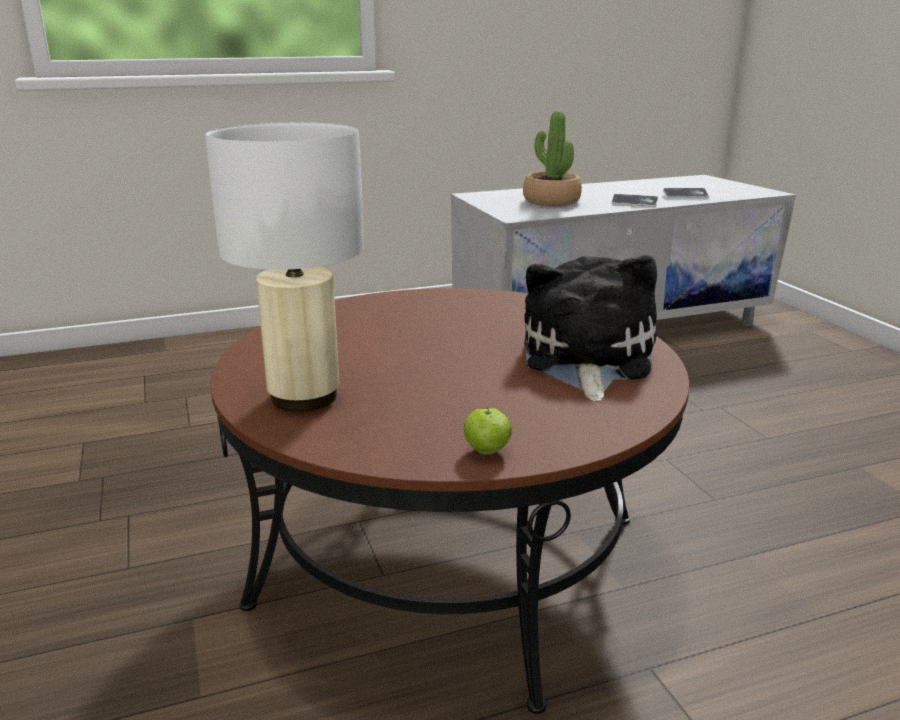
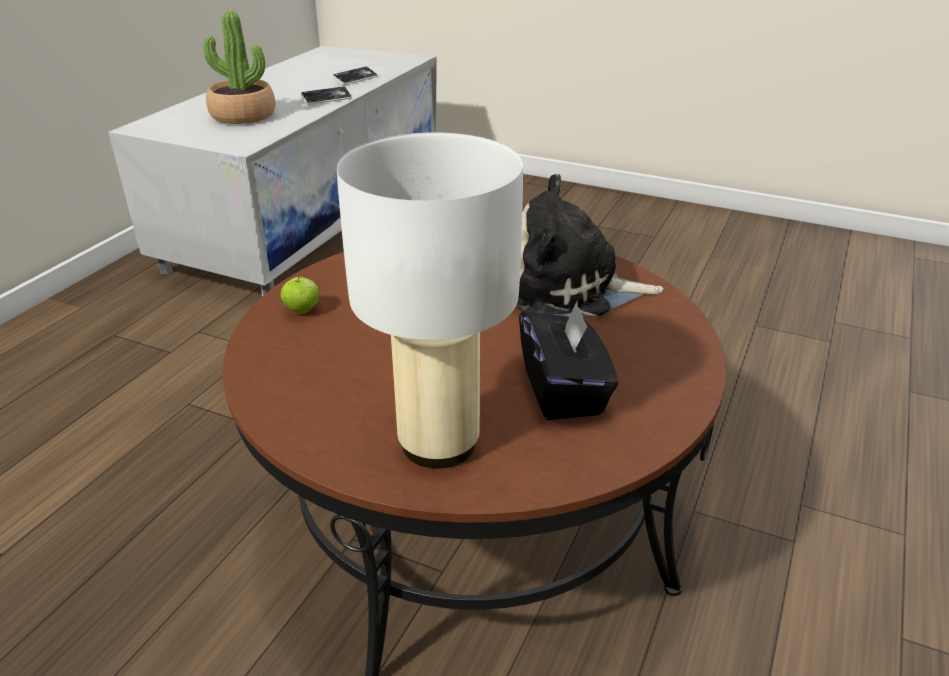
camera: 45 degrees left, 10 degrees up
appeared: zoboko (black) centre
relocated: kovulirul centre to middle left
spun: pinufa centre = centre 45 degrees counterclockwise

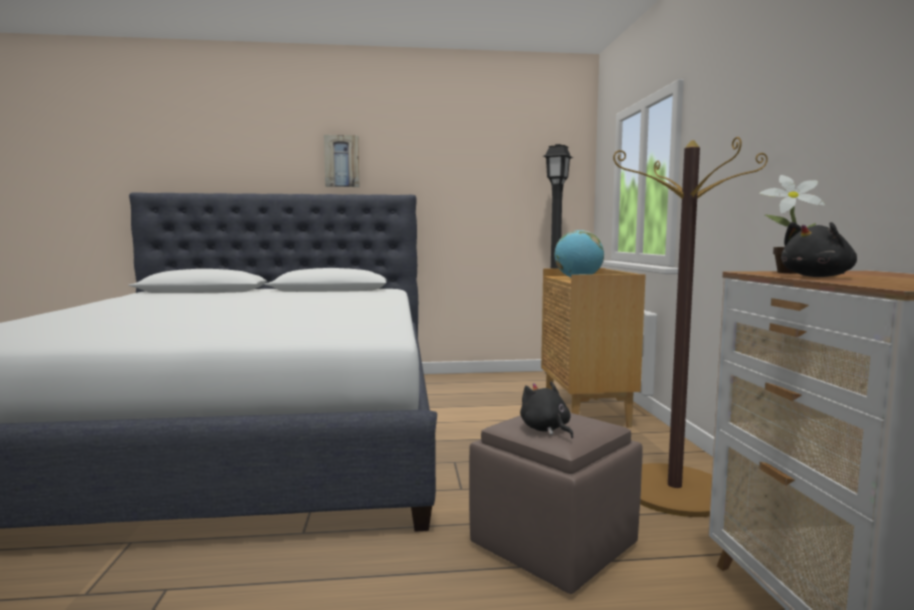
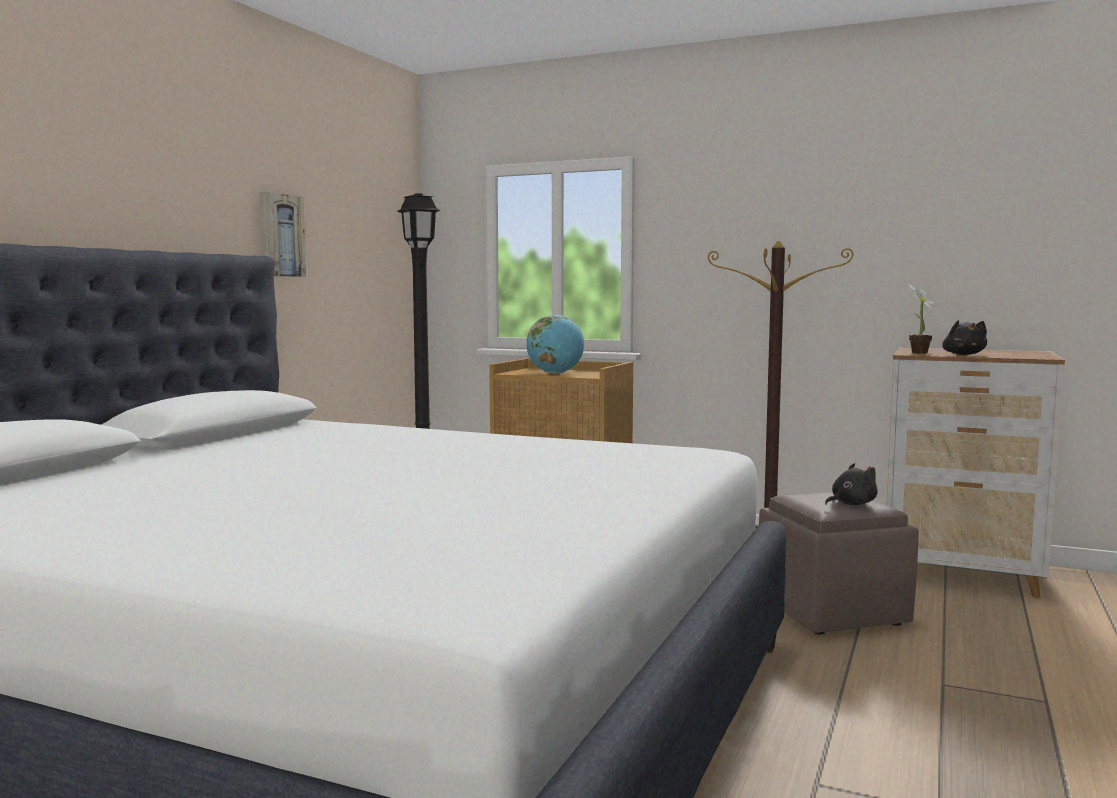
camera: 60 degrees left, 0 degrees up
relocated: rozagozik top centre to top left
spun: pinufa (black) (no. 1 from left) bottom centre = middle right 150 degrees clockwise

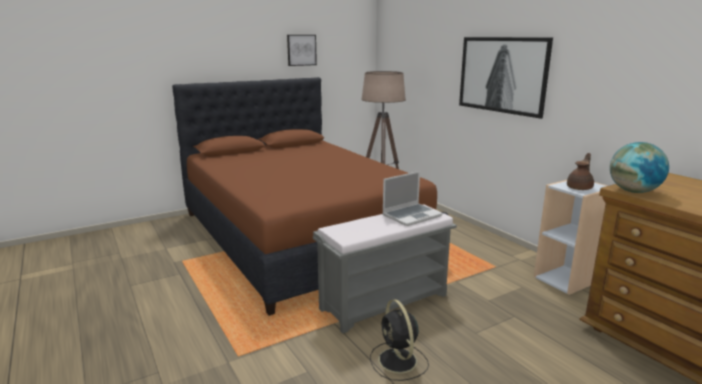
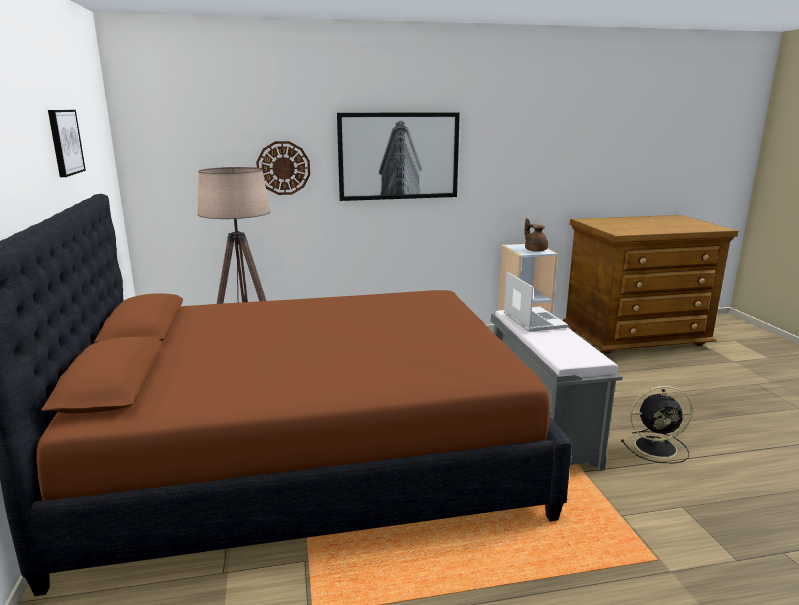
camera: 70 degrees left, 0 degrees up
missing: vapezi middle right
appeared: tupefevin top centre

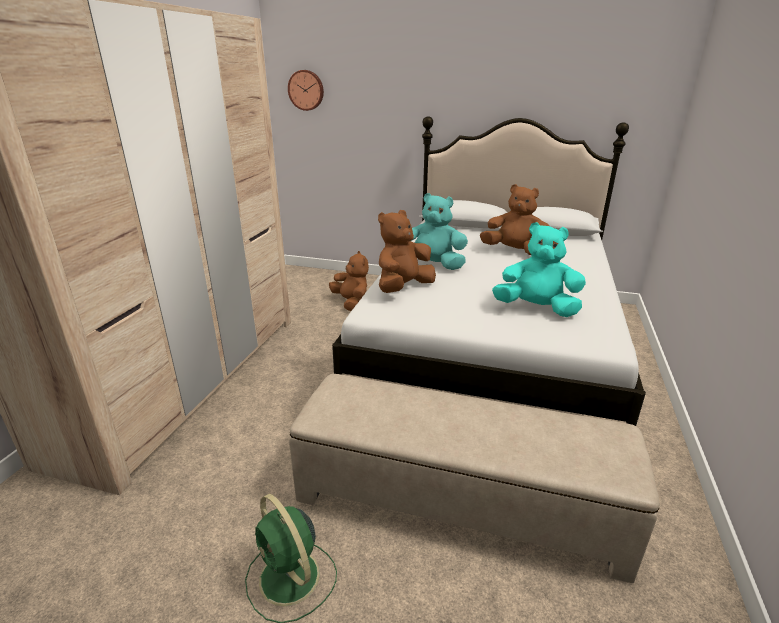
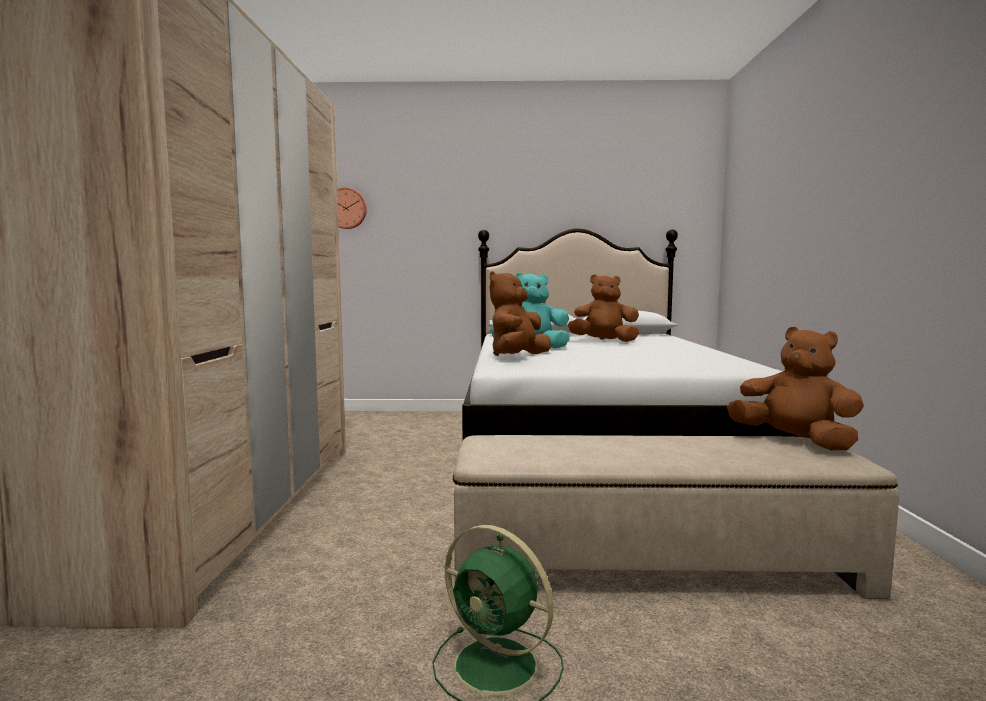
camera: 15 degrees left, 20 degrees down
missing: pinufa (turquoise) (no. 2 from left) middle right
relocated: pinufa (brown) (no. 1 from left in the first image) centre to pinufa (brown) (no. 3 from left) middle right

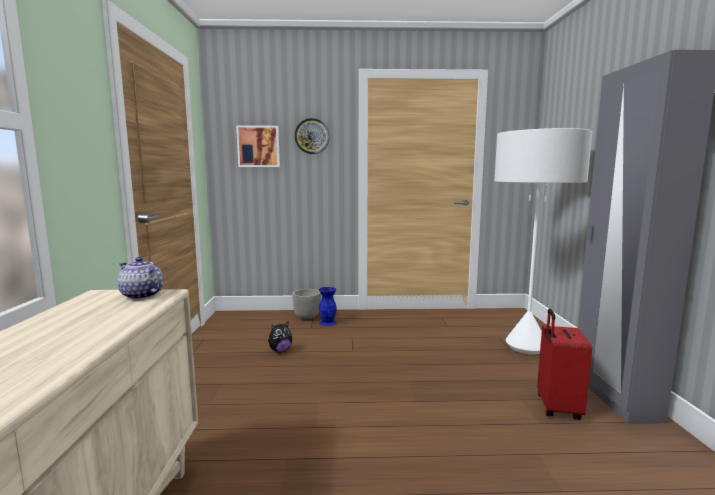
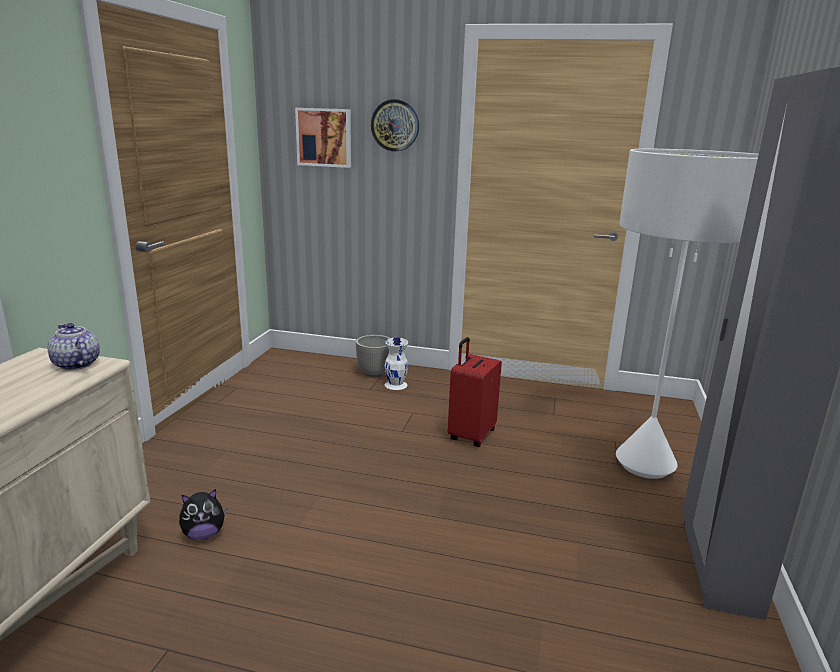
camera: 15 degrees right, 10 degrees up
relocated: pinufa bottom centre to bottom left; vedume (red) bottom right to centre
colour: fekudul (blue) centre to fekudul (white) centre

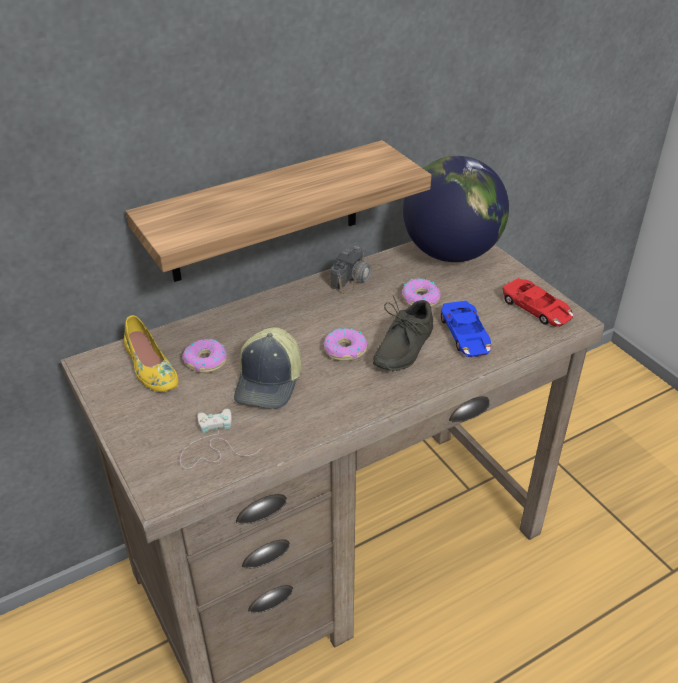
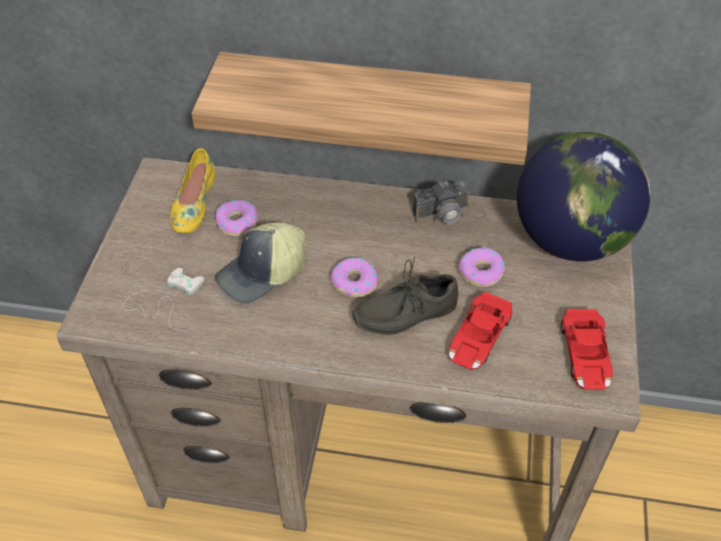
camera: 40 degrees right, 10 degrees up
colour: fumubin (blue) middle right to fumubin (red) (no. 1 from left) middle right

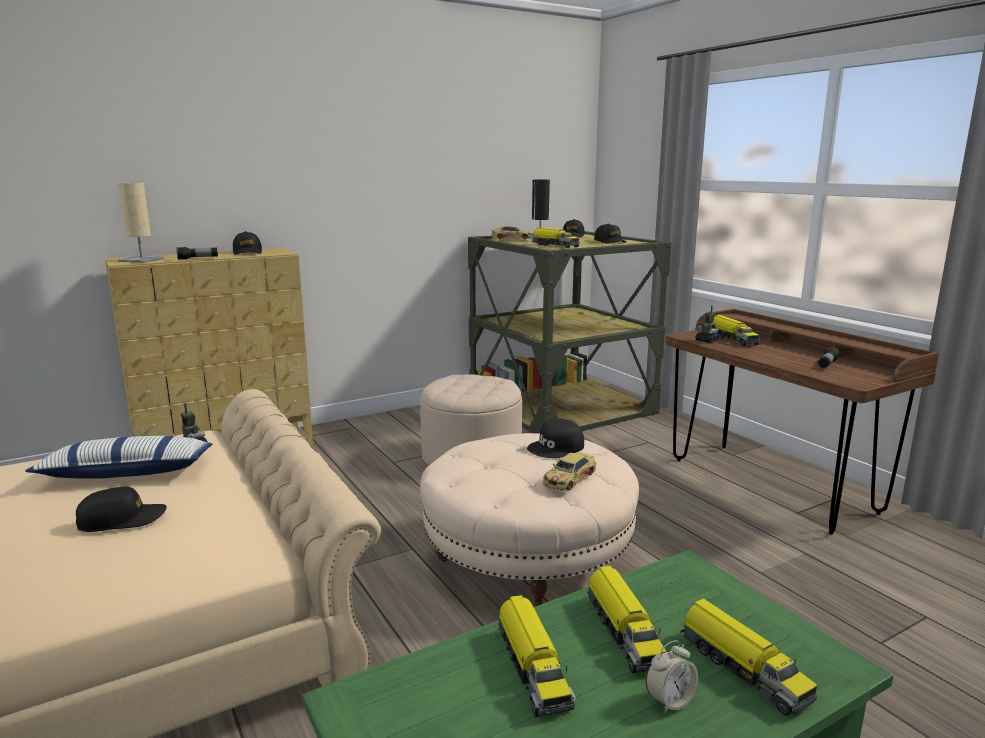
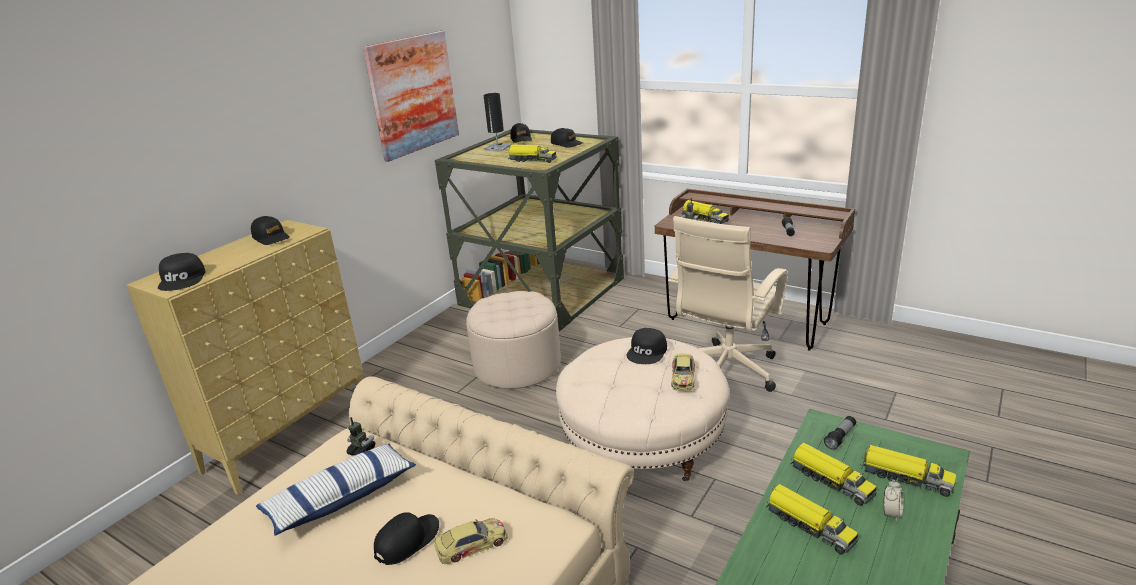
camera: 25 degrees left, 10 degrees up
appeared: rozagozik top centre; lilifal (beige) centre
relocated: fumubin (no. 1 from left) top centre to bottom centre; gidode (no. 1 from left in the first image) middle left to gidode (no. 2 from left) bottom right
exchanged: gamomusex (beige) top left to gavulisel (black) (no. 1 from left) middle left

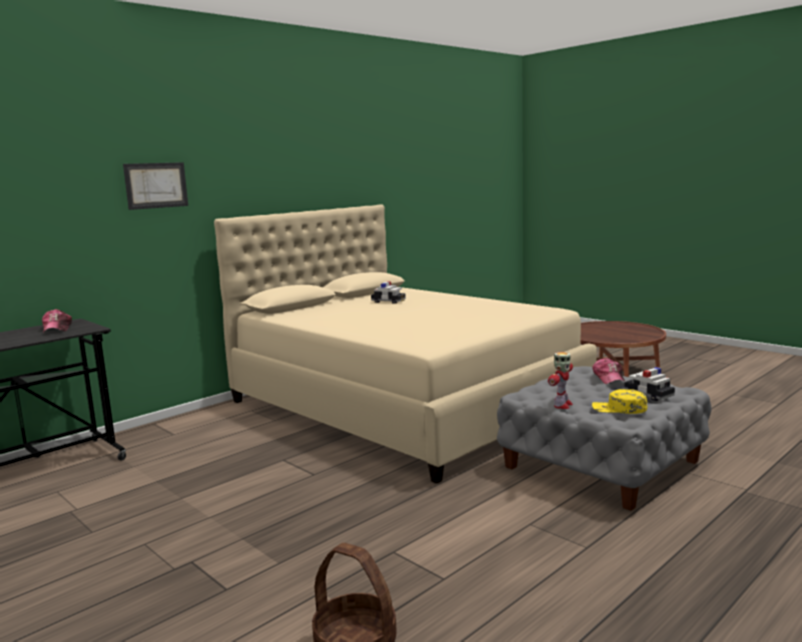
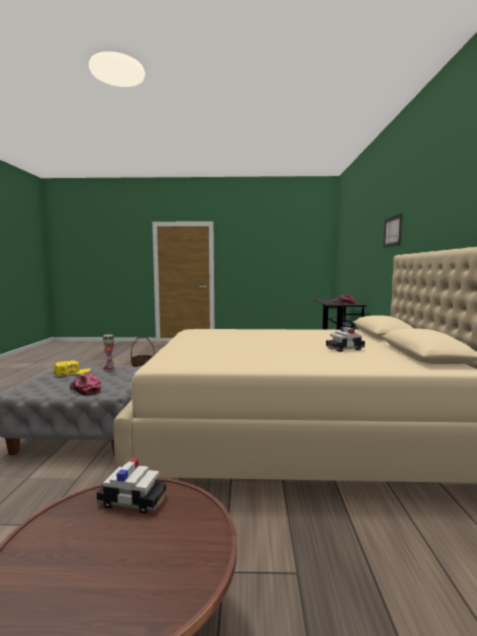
camera: 135 degrees right, 5 degrees down
relocated: fumubin (no. 2 from left in the first image) middle right to fumubin (no. 1 from left) bottom left

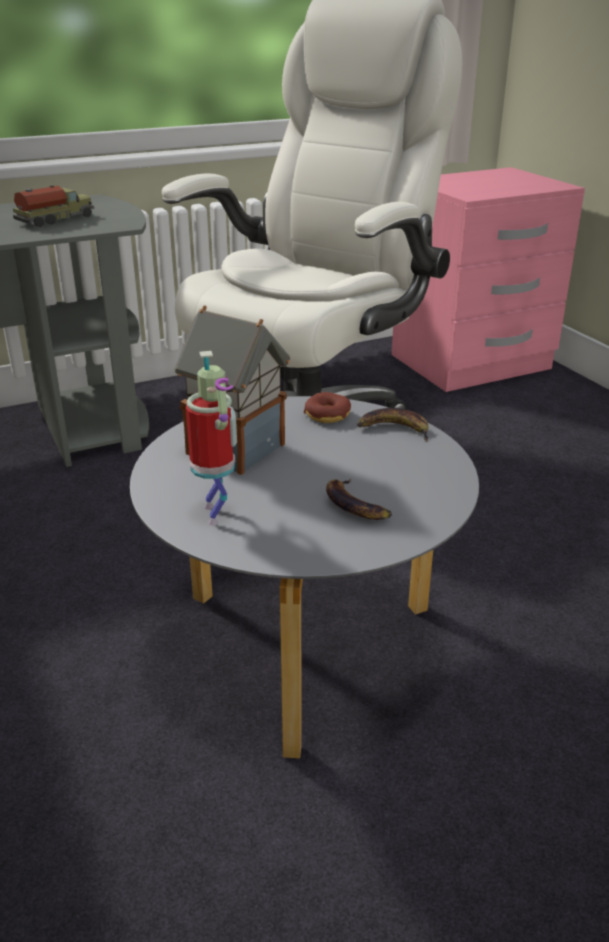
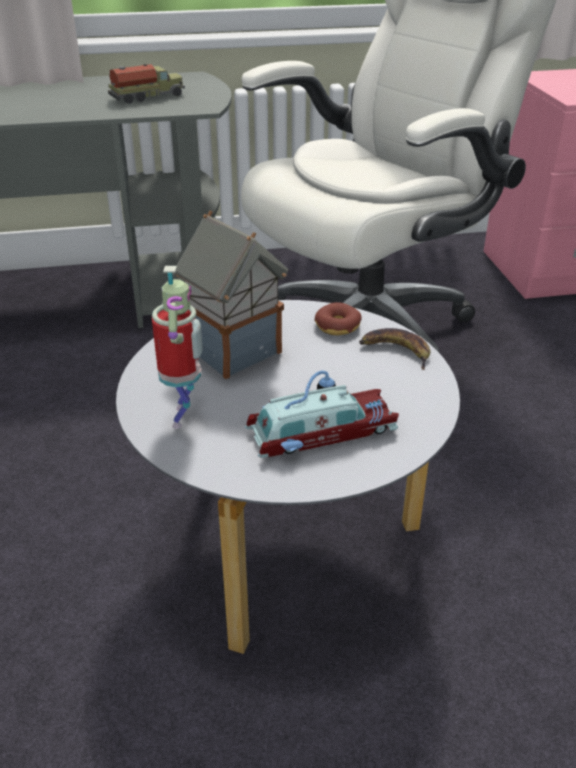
camera: 15 degrees right, 5 degrees up
exchanged: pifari (no. 1 from left) centre to fumubin centre

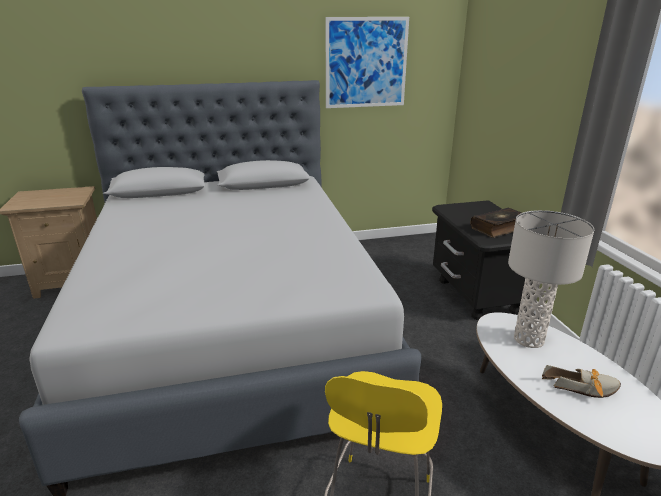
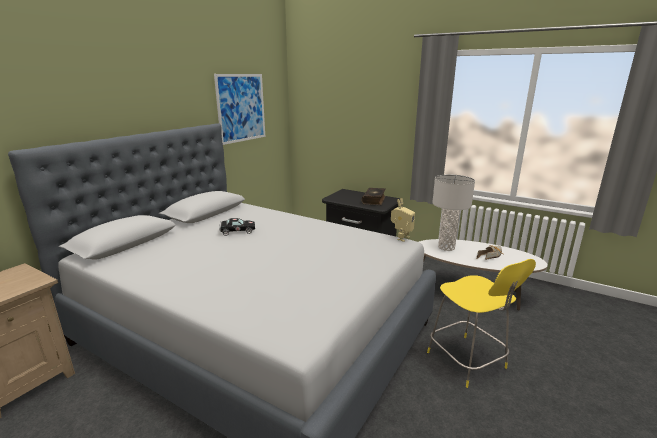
camera: 45 degrees left, 5 degrees down
appeared: fumubin (black) centre; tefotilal centre

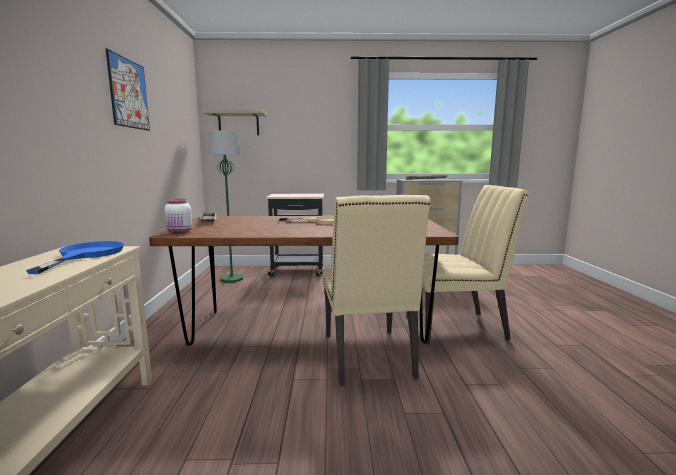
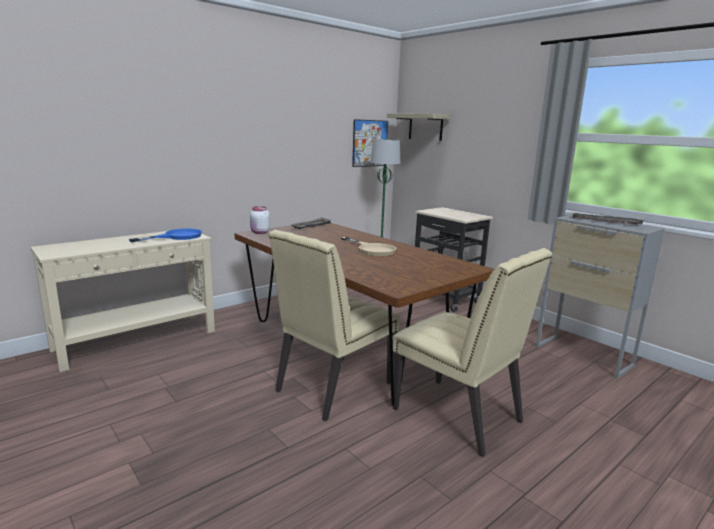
camera: 50 degrees right, 5 degrees up
relocated: rozagozik top left to top centre

